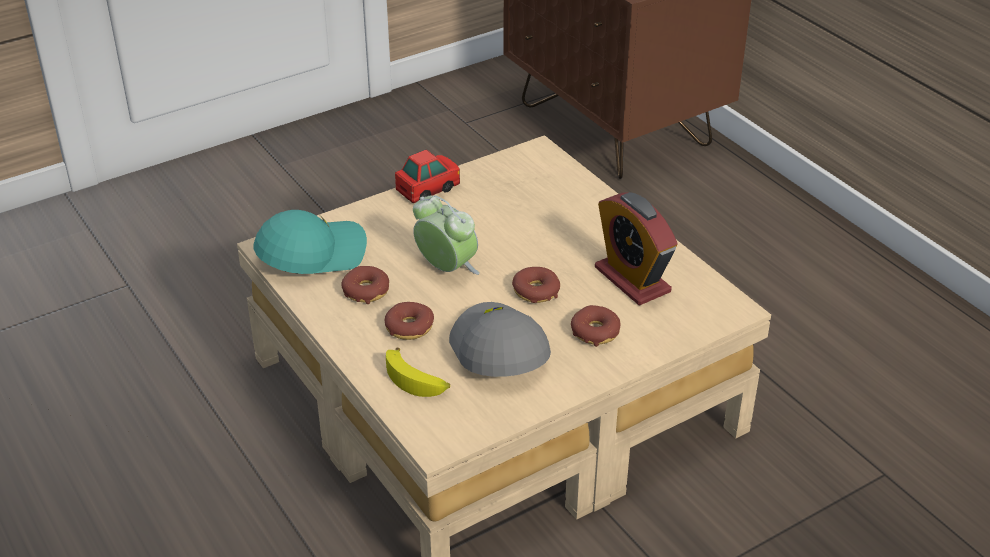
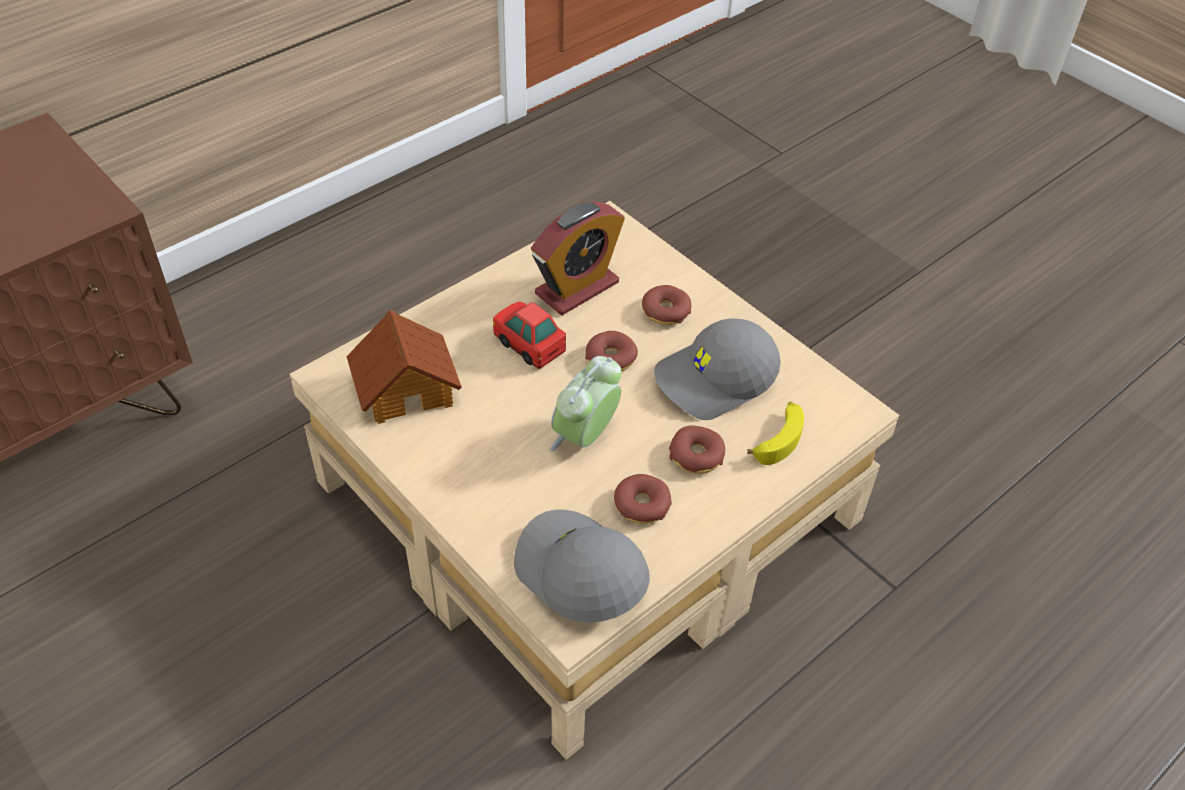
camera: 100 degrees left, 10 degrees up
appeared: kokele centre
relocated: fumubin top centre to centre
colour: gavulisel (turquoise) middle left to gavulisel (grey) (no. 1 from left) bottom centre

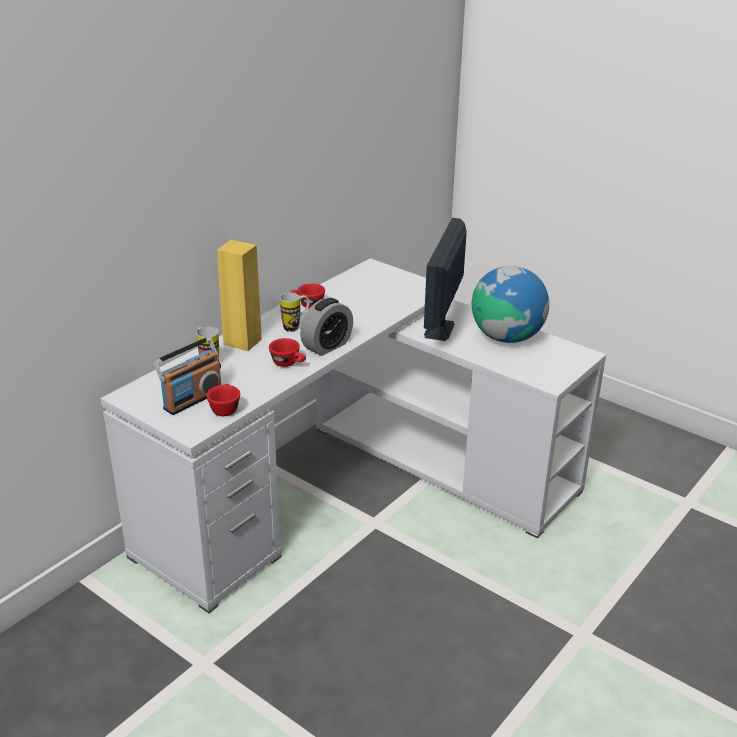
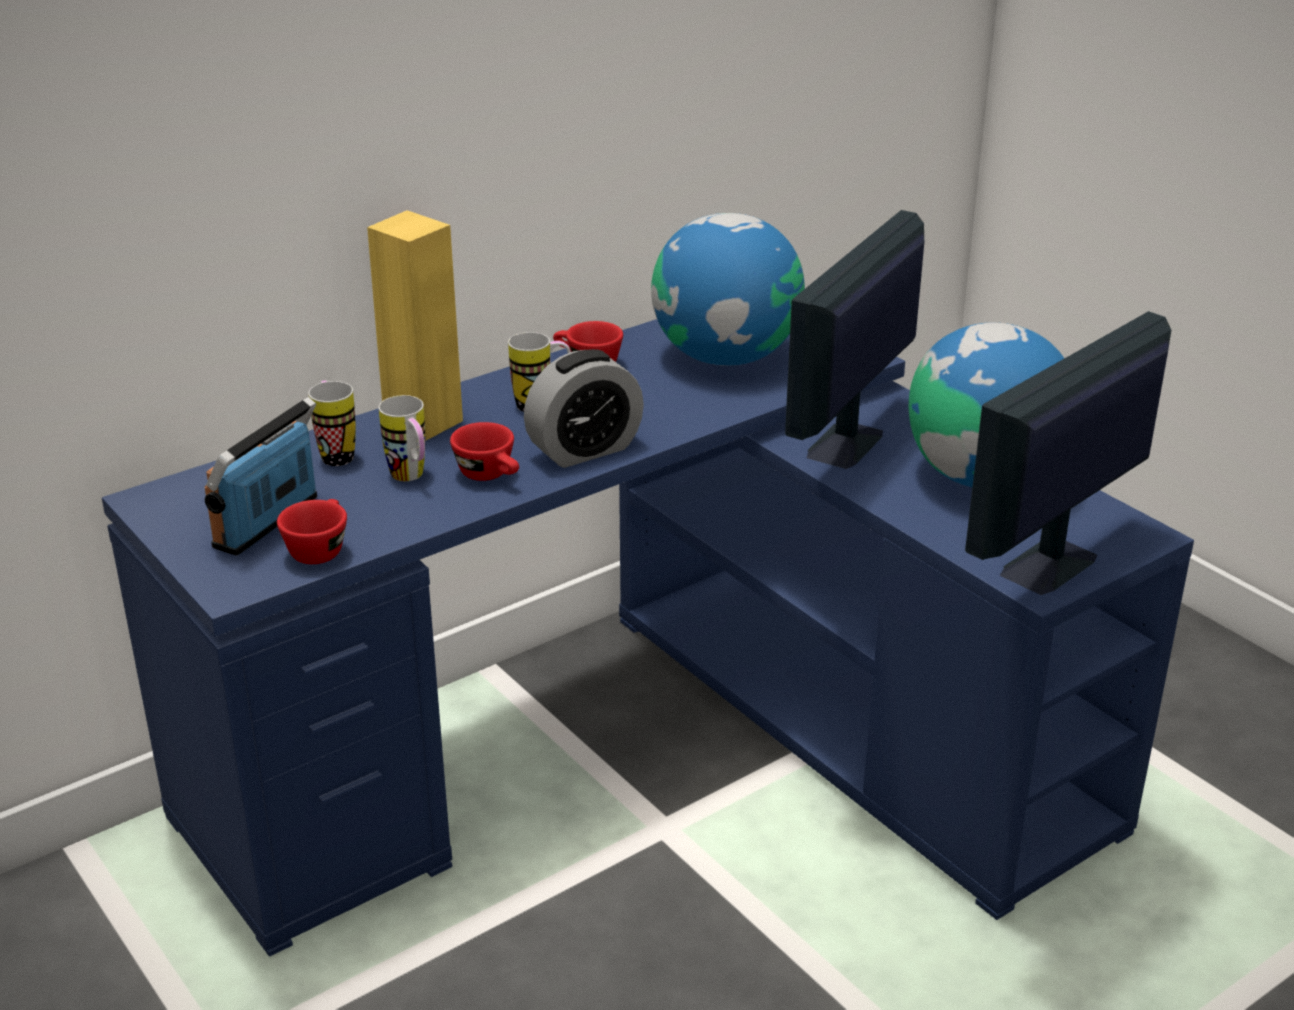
camera: 15 degrees right, 0 degrees up
appeared: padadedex (no. 2 from left) middle left; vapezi (no. 1 from left) top centre; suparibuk (no. 2 from left) middle right
colour: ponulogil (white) centre to ponulogil (blue) centre
spun: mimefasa middle left = middle left 150 degrees clockwise

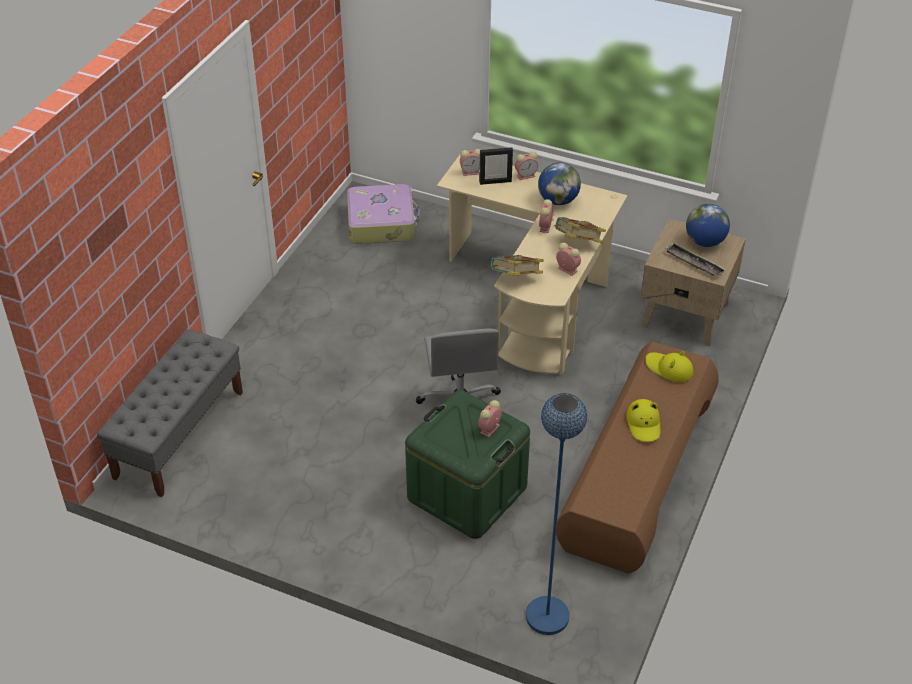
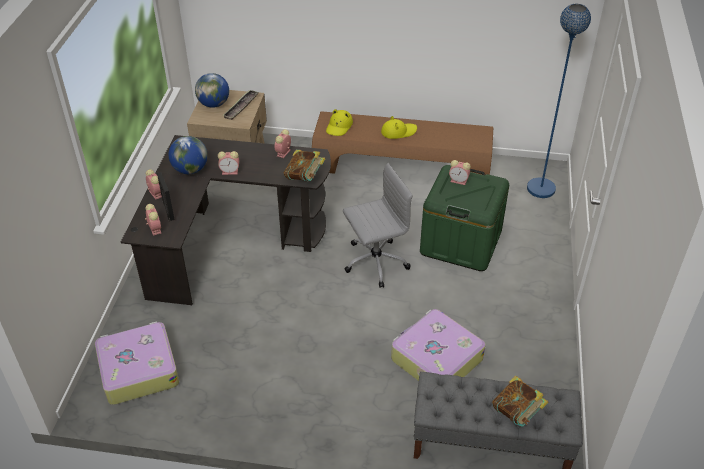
camera: 105 degrees left, 0 degrees up
appeared: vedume (no. 2 from left) bottom centre
relocated: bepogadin (no. 2 from left) centre to bottom right
colour: ponulogil (beige) centre to ponulogil (black) middle left

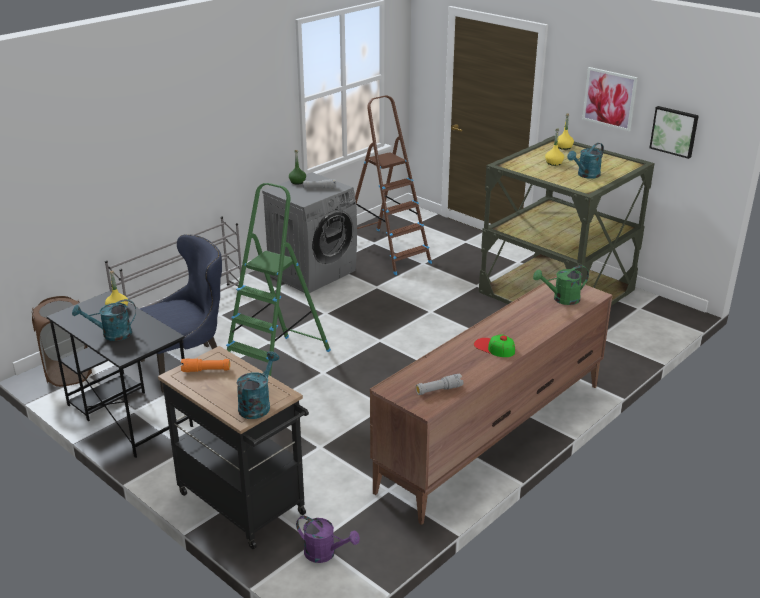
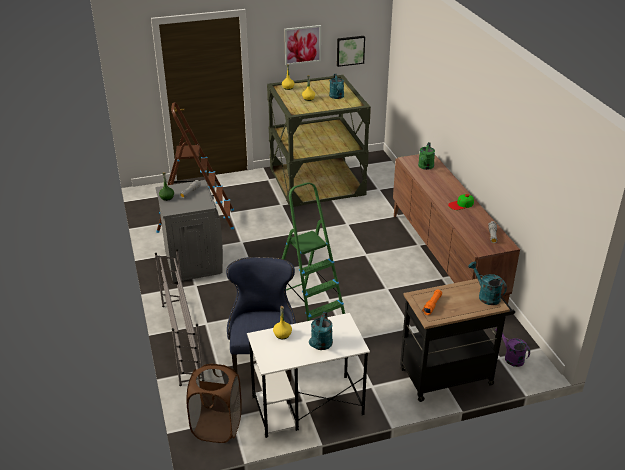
camera: 60 degrees left, 5 degrees up
colour: ponulogil (black) middle left to ponulogil (white) bottom centre
spun: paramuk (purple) bottom centre = bottom right 90 degrees counterclockwise

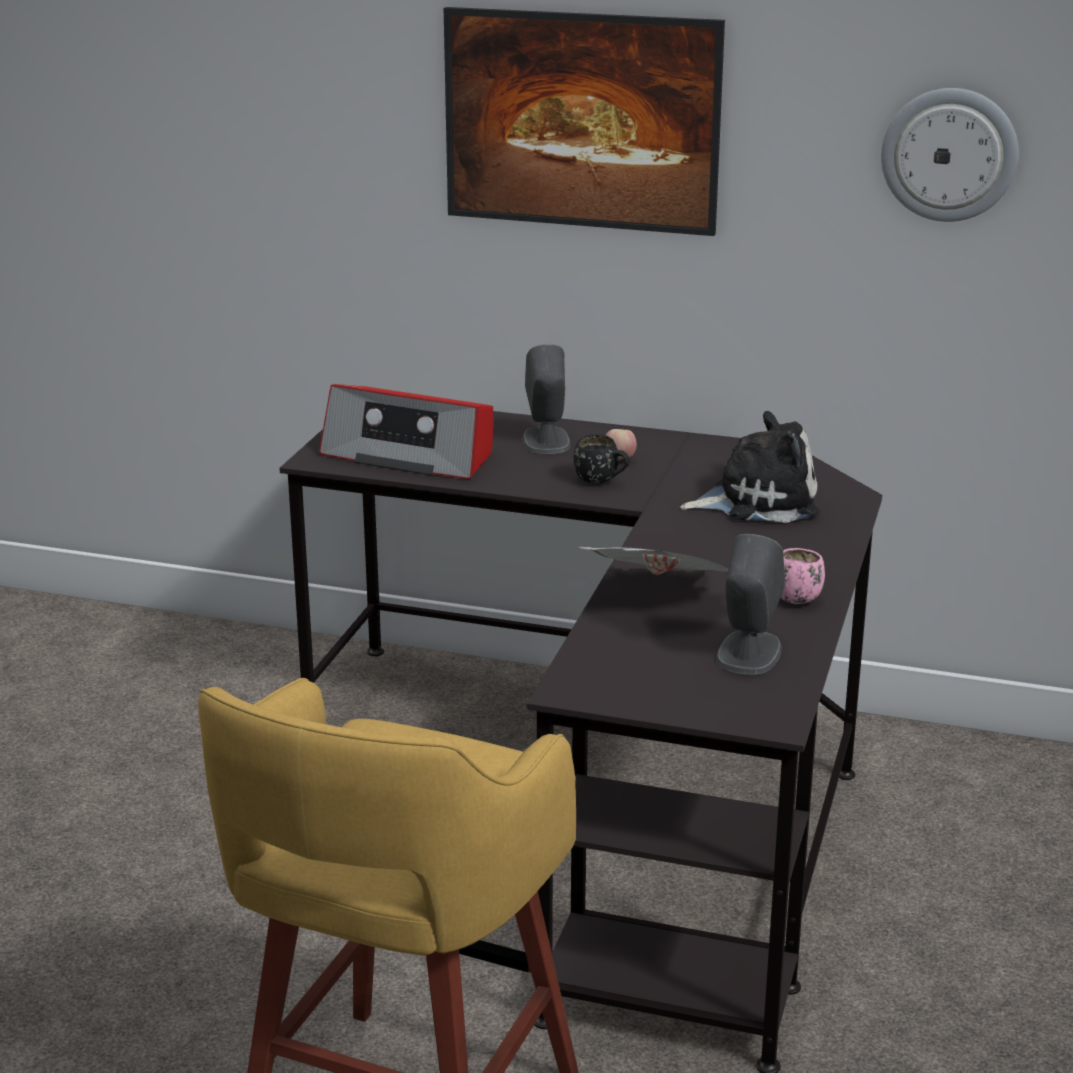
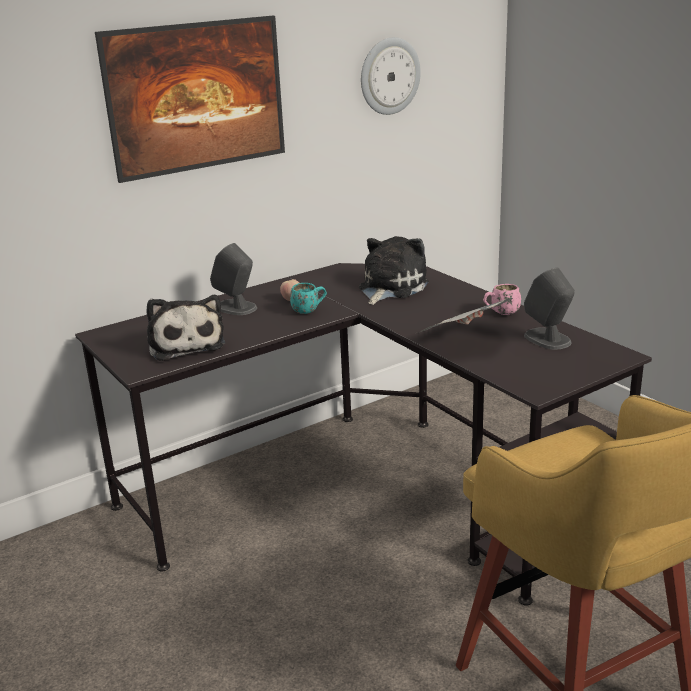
camera: 50 degrees left, 0 degrees up
exchanged: mimefasa centre to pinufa (no. 1 from left) middle left
colour: padadedex (black) centre to padadedex (turquoise) centre

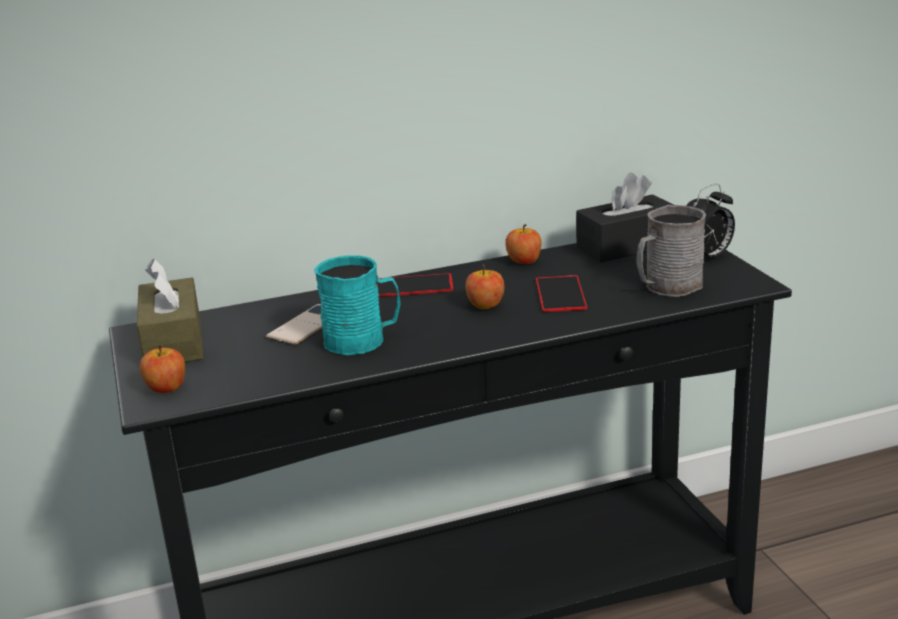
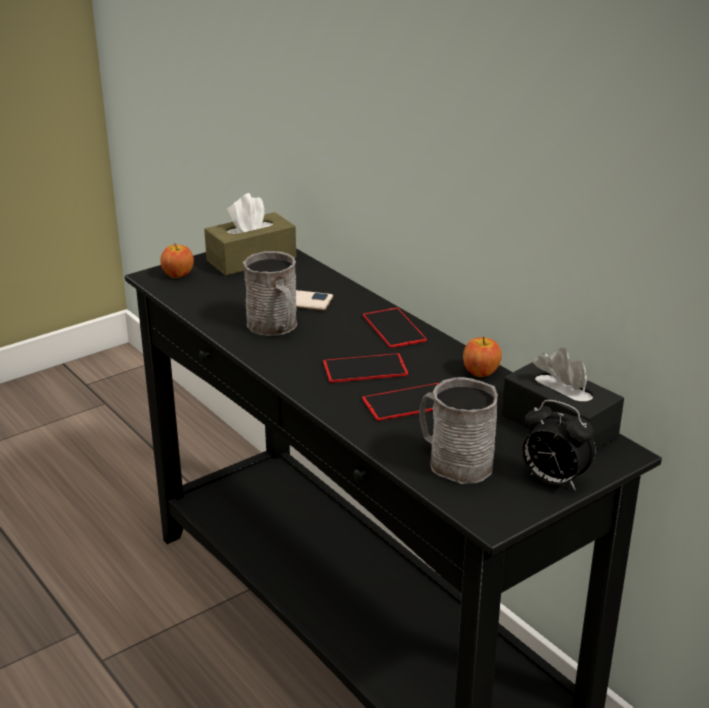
camera: 70 degrees right, 5 degrees up
exchanged: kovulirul (no. 2 from left) centre to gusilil (no. 2 from left) centre
colour: padadedex (turquoise) centre to padadedex (grey) (no. 1 from left) centre

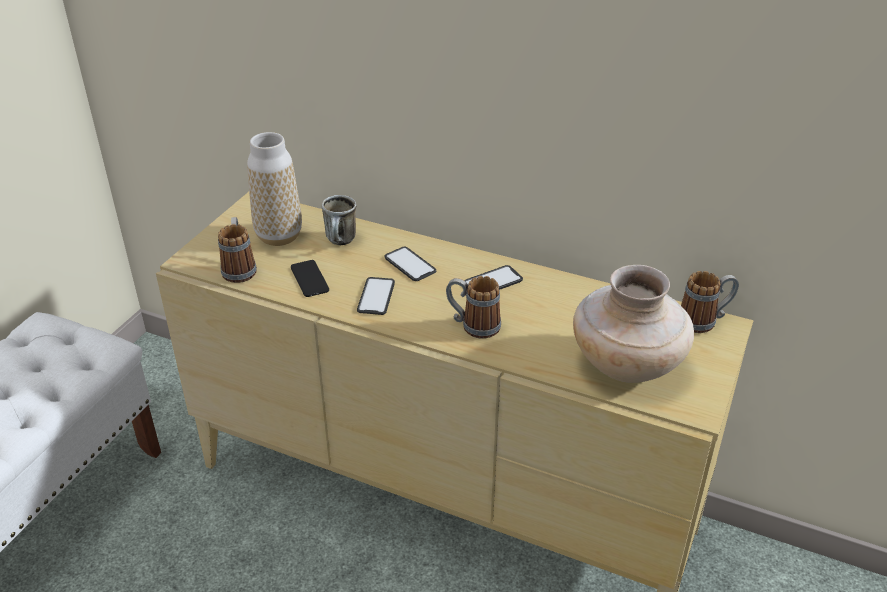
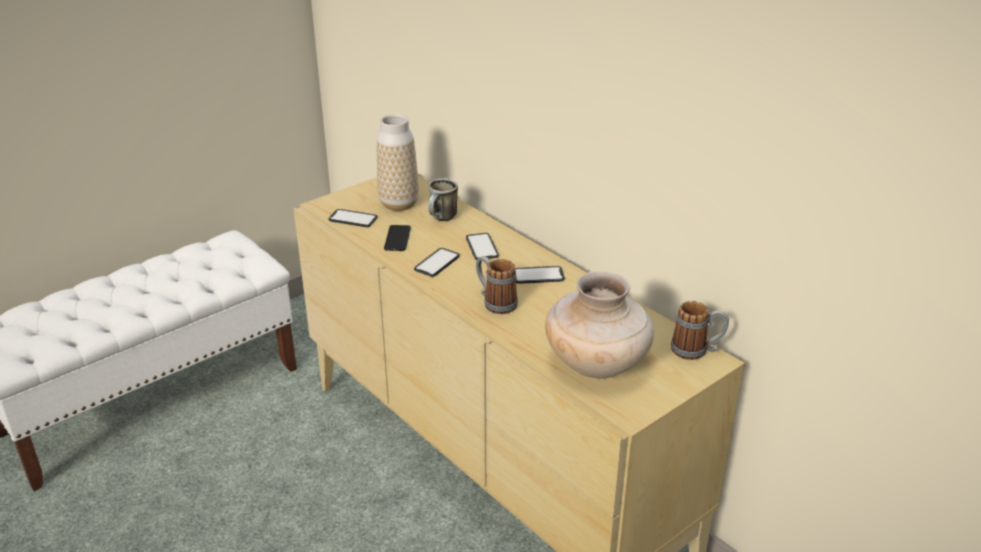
camera: 25 degrees right, 5 degrees down
exchanged: padadedex (no. 1 from left) middle left to gusilil (no. 1 from left) centre

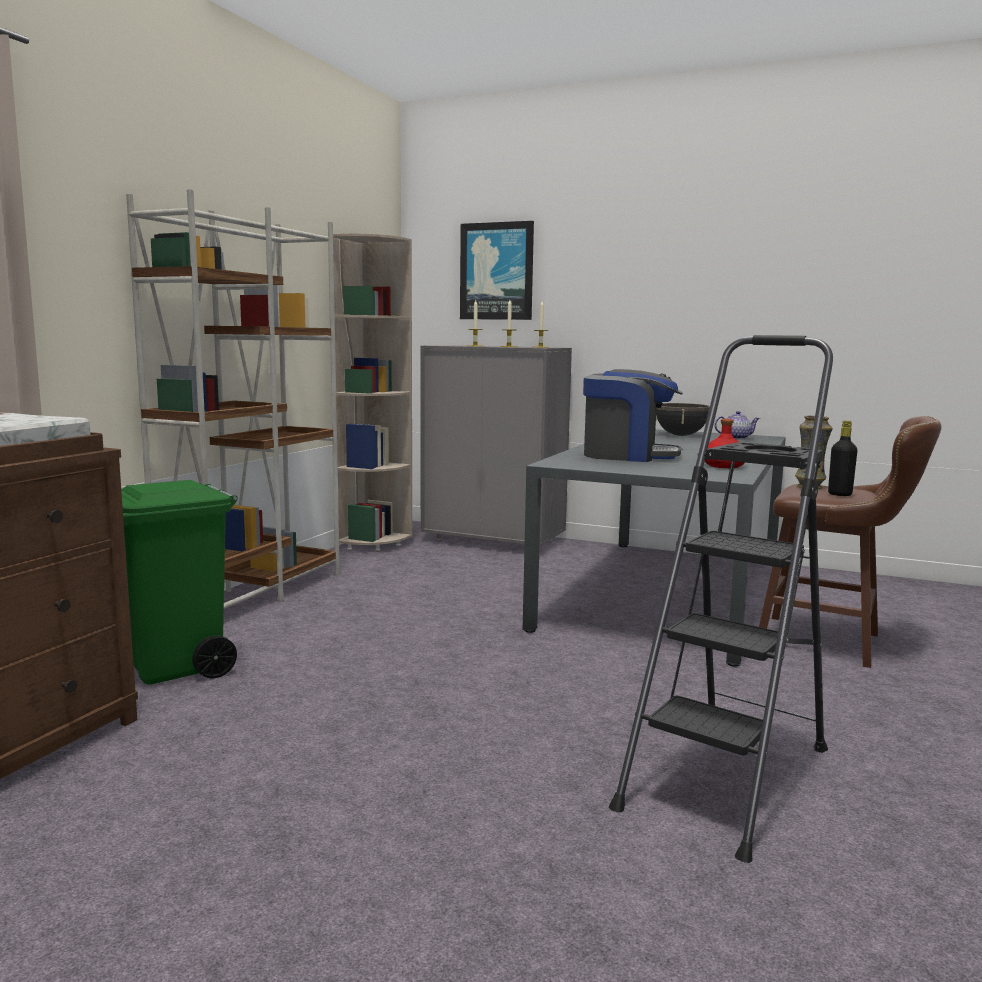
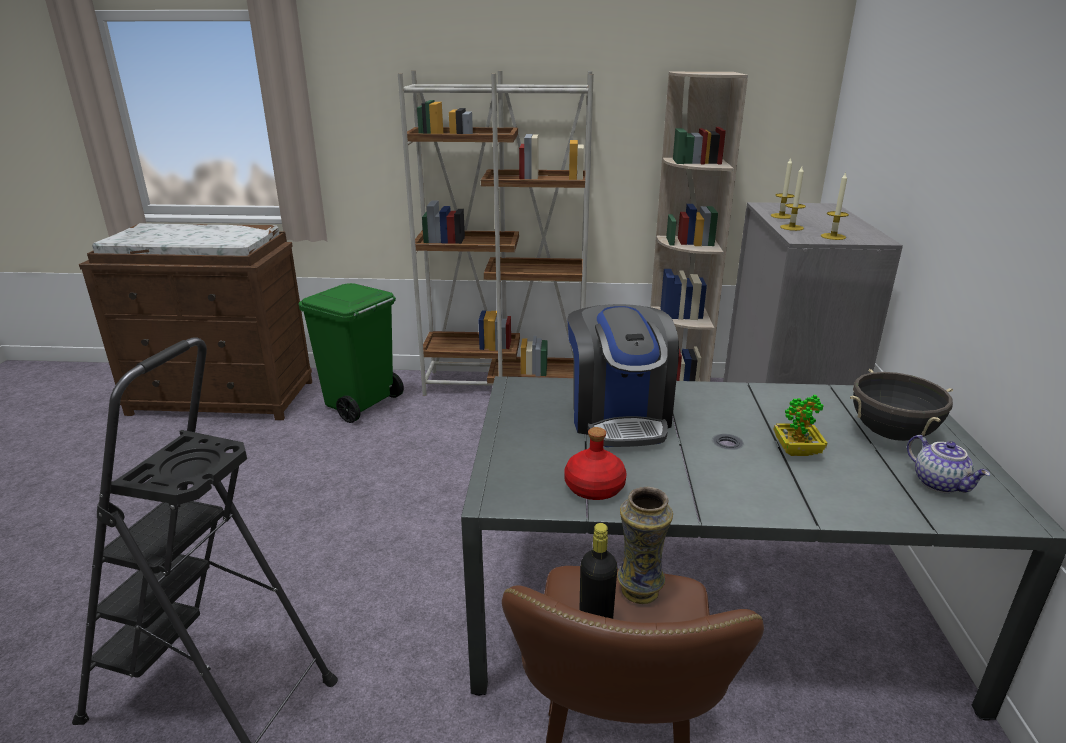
camera: 70 degrees right, 15 degrees up
missing: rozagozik top centre
appeared: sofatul middle right

